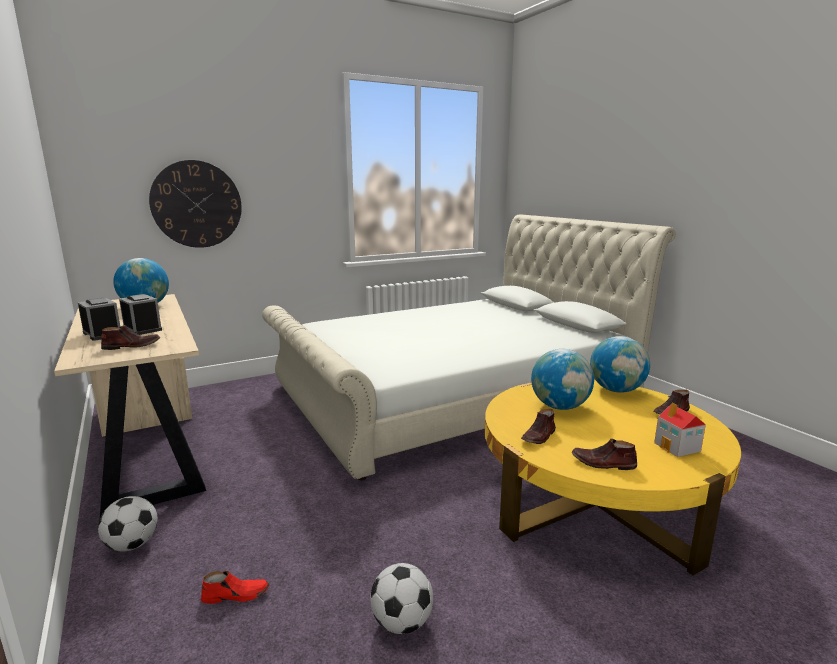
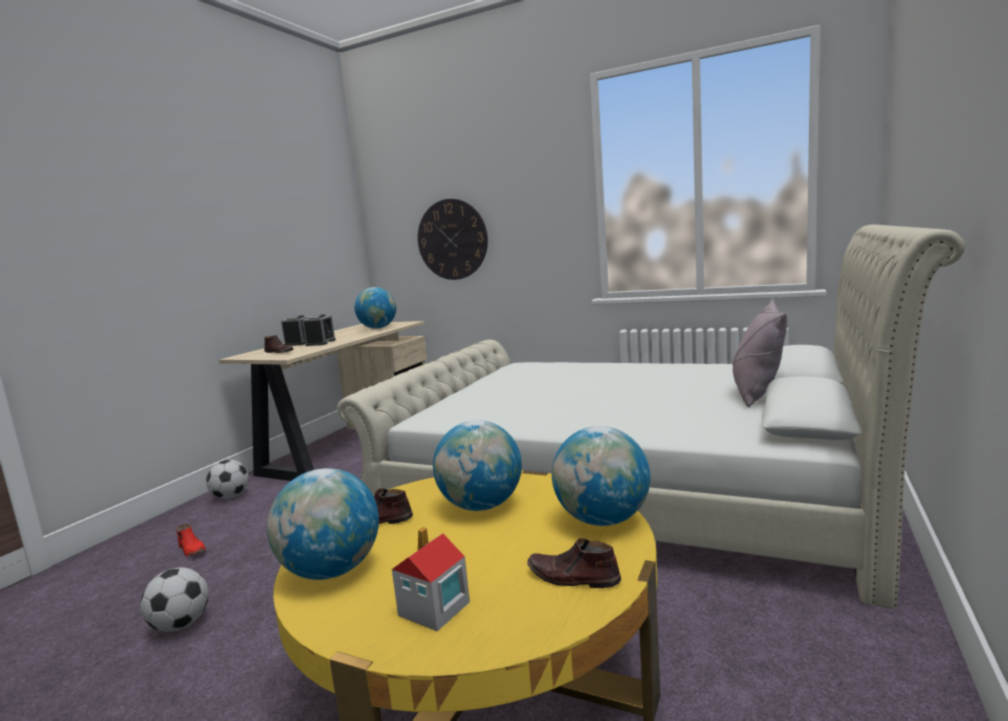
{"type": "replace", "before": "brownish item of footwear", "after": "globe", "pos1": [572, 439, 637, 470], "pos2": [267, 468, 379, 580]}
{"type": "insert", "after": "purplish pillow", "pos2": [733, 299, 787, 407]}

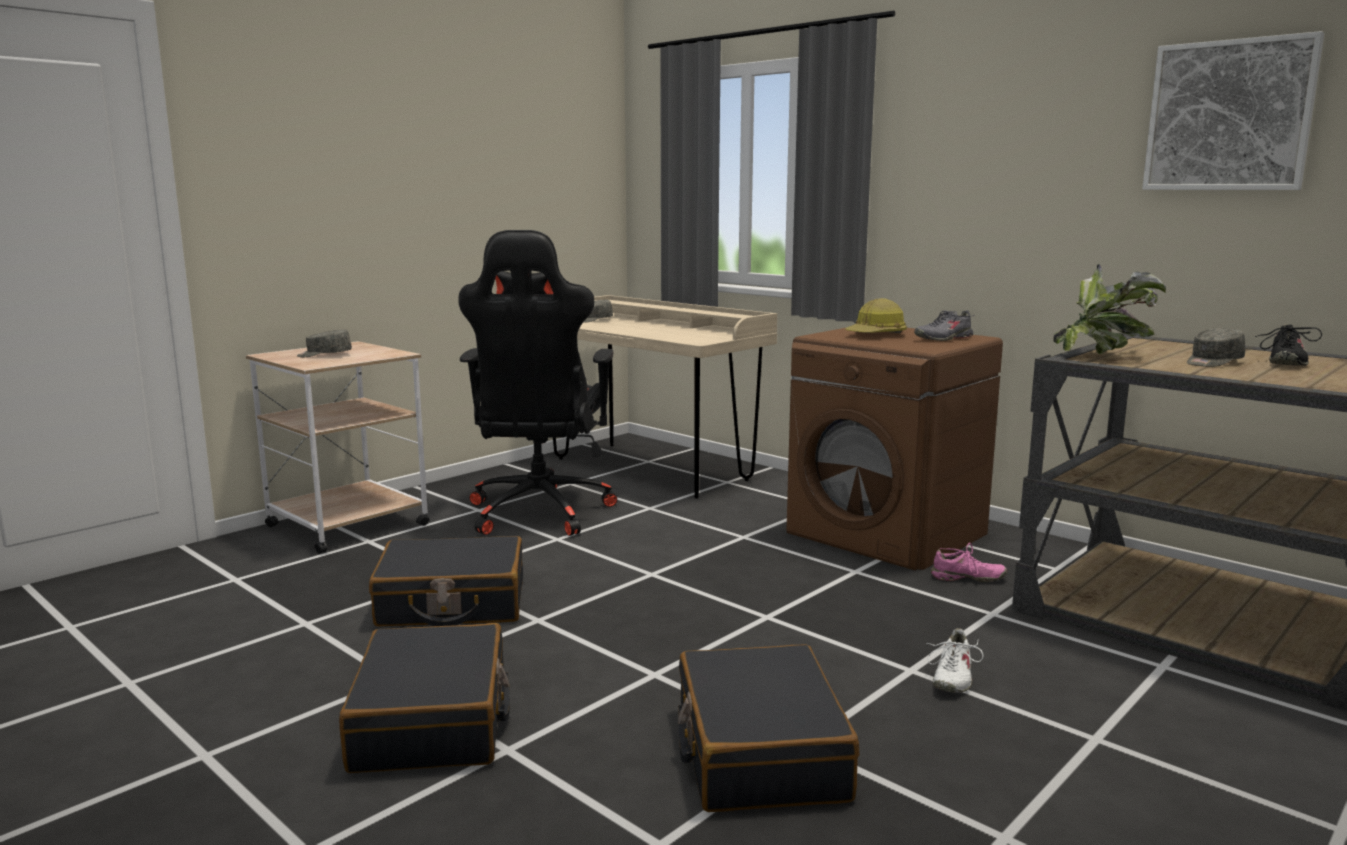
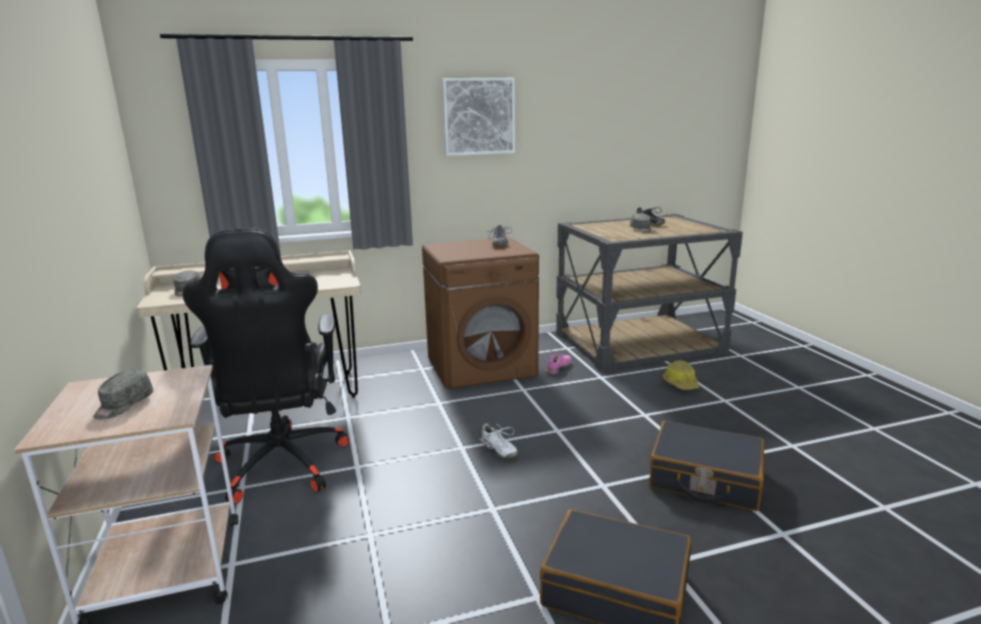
{"type": "move", "before": "wall picture", "pos1": [1142, 31, 1324, 190], "pos2": [442, 78, 515, 156]}
{"type": "rotate", "before": "black computer chair", "pos1": [458, 230, 617, 536], "pos2": [182, 229, 350, 504], "turn": 45}
{"type": "delete", "before": "houseplant", "pos1": [1053, 264, 1166, 354]}
{"type": "move", "before": "safety helmet", "pos1": [845, 298, 907, 333], "pos2": [663, 360, 700, 390]}
{"type": "delete", "before": "black suitcase", "pos1": [369, 536, 523, 626]}
{"type": "move", "before": "whitish item of footwear", "pos1": [926, 628, 984, 693], "pos2": [479, 423, 518, 458]}

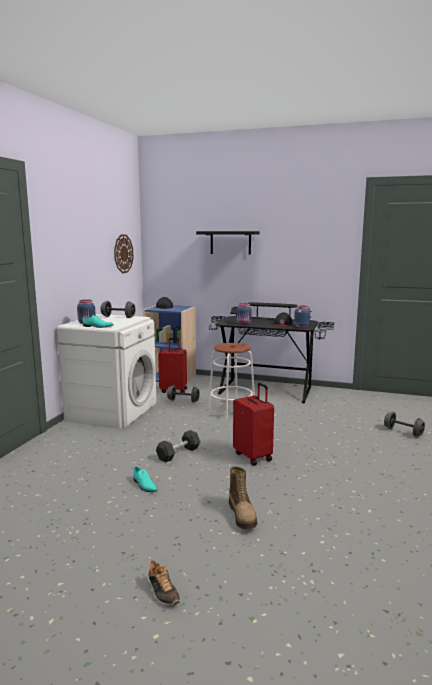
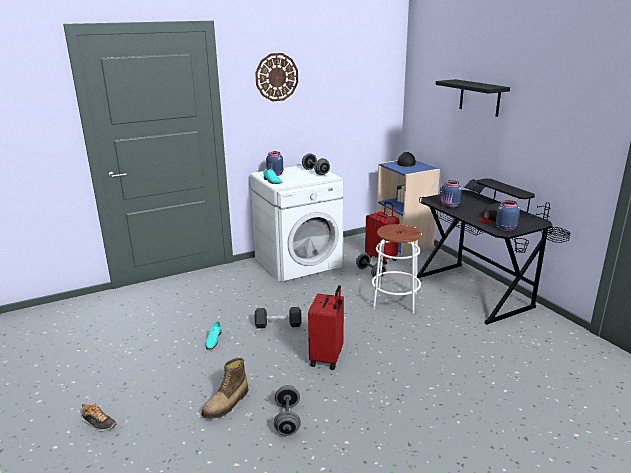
{"type": "move", "before": "wall clock", "pos1": [114, 234, 133, 273], "pos2": [255, 53, 298, 101]}
{"type": "move", "before": "grey dumbbell", "pos1": [384, 411, 425, 436], "pos2": [274, 385, 301, 436]}
{"type": "rotate", "before": "item of footwear", "pos1": [147, 560, 181, 606], "pos2": [81, 404, 117, 431], "turn": -75}

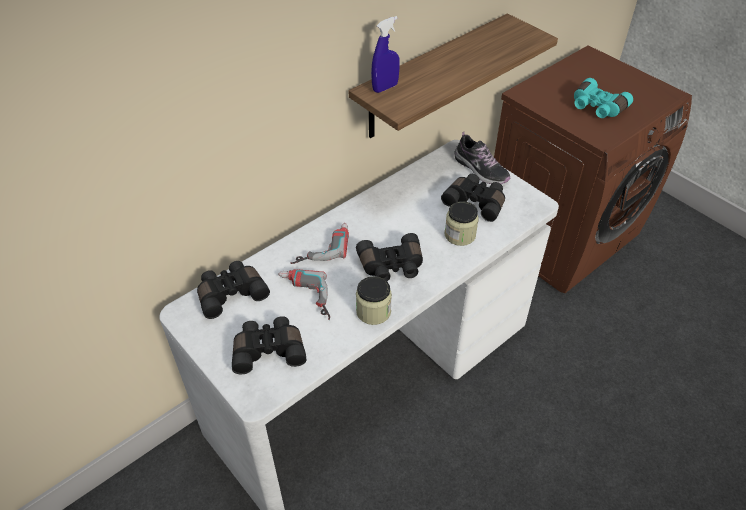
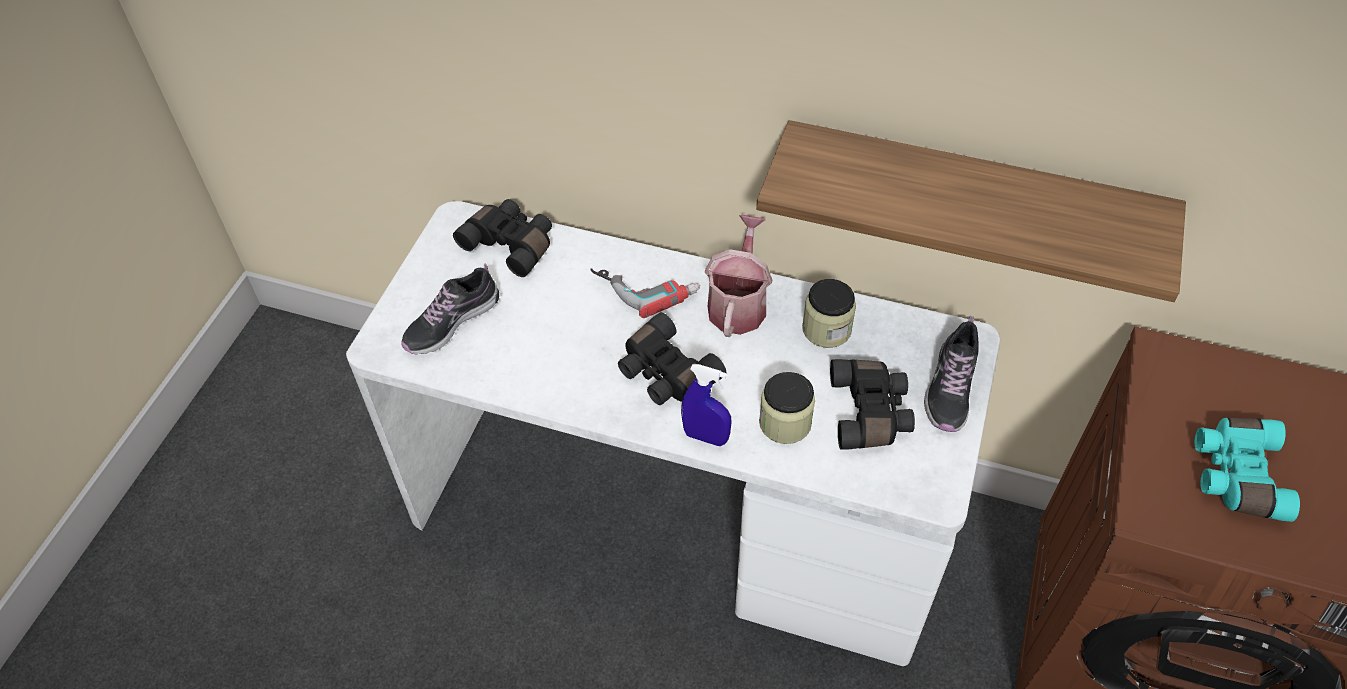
{"type": "move", "before": "blue spray bottle", "pos1": [371, 16, 400, 93], "pos2": [681, 364, 732, 446]}
{"type": "delete", "before": "drill", "pos1": [278, 269, 330, 320]}
{"type": "move", "before": "preserve jar", "pos1": [356, 276, 392, 325], "pos2": [802, 279, 856, 348]}
{"type": "replace", "before": "black pair of binoculars", "after": "item of footwear", "pos1": [232, 316, 306, 374], "pos2": [402, 264, 499, 354]}
{"type": "insert", "after": "watering can", "pos2": [705, 215, 772, 337]}

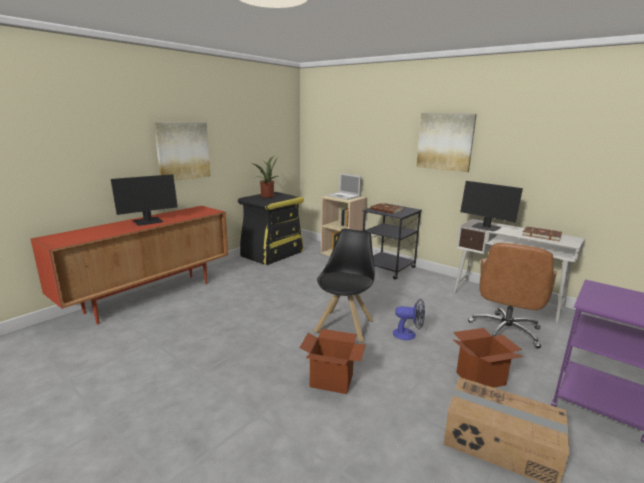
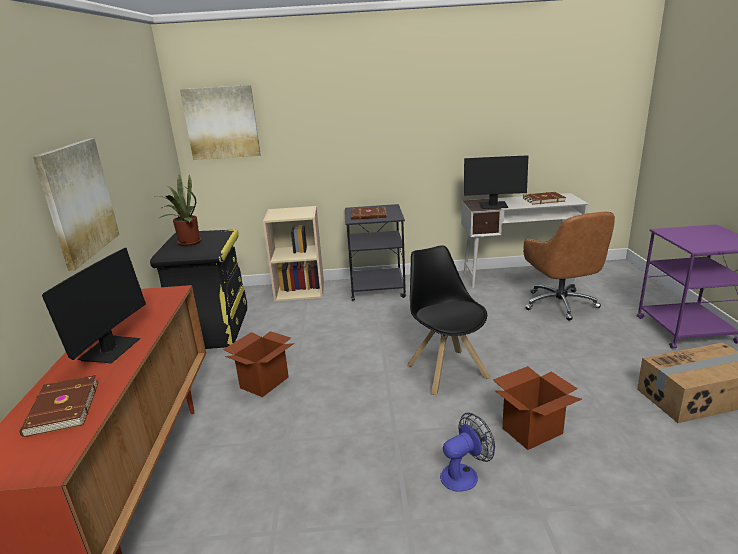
{"type": "move", "before": "wall picture", "pos1": [416, 113, 477, 172], "pos2": [180, 85, 261, 160]}
{"type": "delete", "before": "portable computer", "pos1": [327, 173, 361, 200]}
{"type": "move", "before": "electric fan", "pos1": [393, 299, 425, 340], "pos2": [440, 413, 495, 492]}
{"type": "move", "before": "cardboard box", "pos1": [453, 328, 524, 388], "pos2": [223, 331, 294, 397]}
{"type": "insert", "after": "brownish volume", "pos2": [20, 375, 99, 437]}

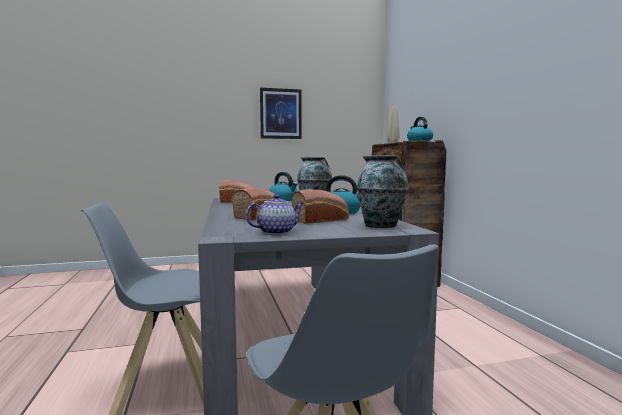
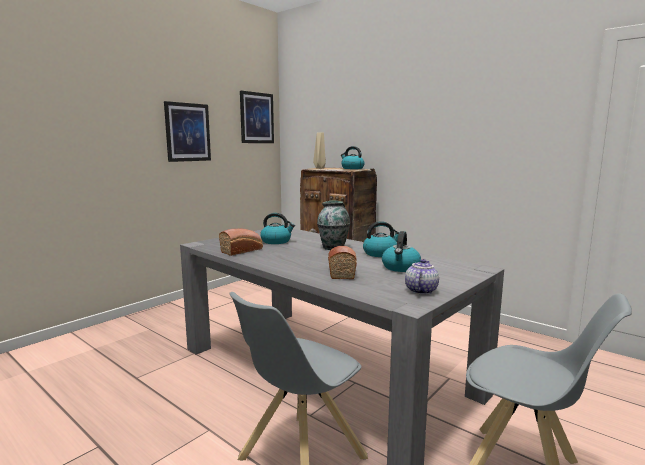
{"type": "delete", "before": "vase", "pos1": [357, 155, 408, 228]}
{"type": "replace", "before": "bakery bread", "after": "water kettle", "pos1": [292, 189, 349, 224], "pos2": [382, 231, 421, 272]}
{"type": "insert", "after": "wall picture", "pos2": [240, 91, 274, 143]}

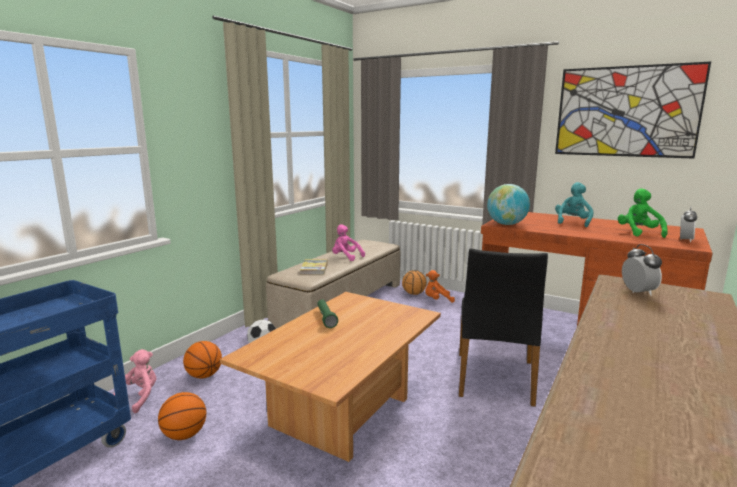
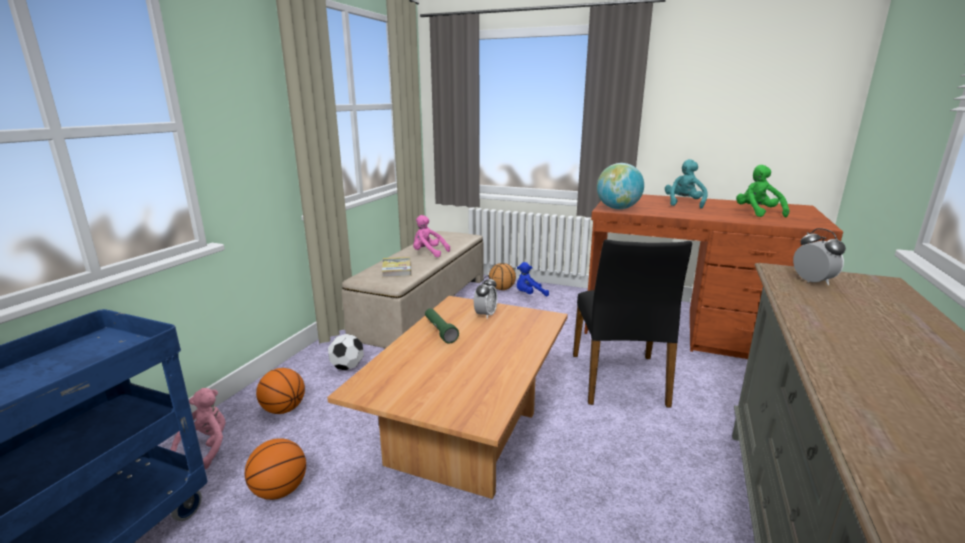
{"type": "delete", "before": "wall picture", "pos1": [555, 61, 711, 159]}
{"type": "move", "before": "table clock", "pos1": [680, 207, 697, 243], "pos2": [474, 275, 498, 319]}
{"type": "recolor", "before": "orange-coloured cuddly toy", "after": "blue cuddly toy", "pos1": [425, 270, 455, 303], "pos2": [516, 262, 549, 297]}

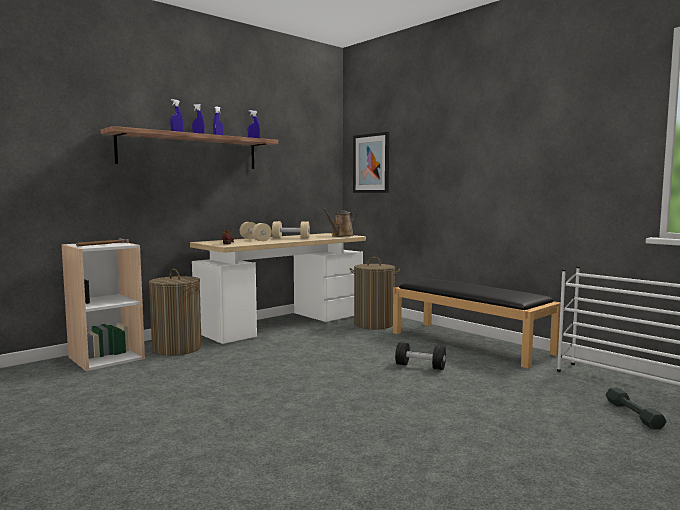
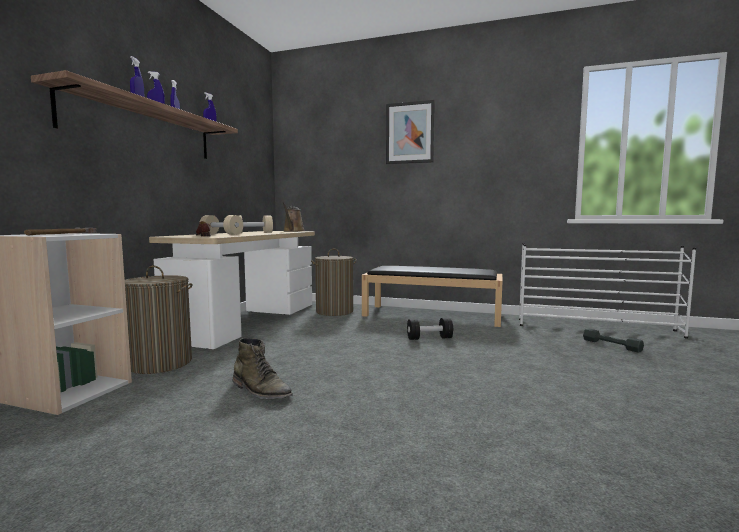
{"type": "move", "before": "wall picture", "pos1": [353, 132, 389, 193], "pos2": [386, 100, 435, 164]}
{"type": "insert", "after": "green-coloured tall boot", "pos2": [233, 338, 293, 399]}

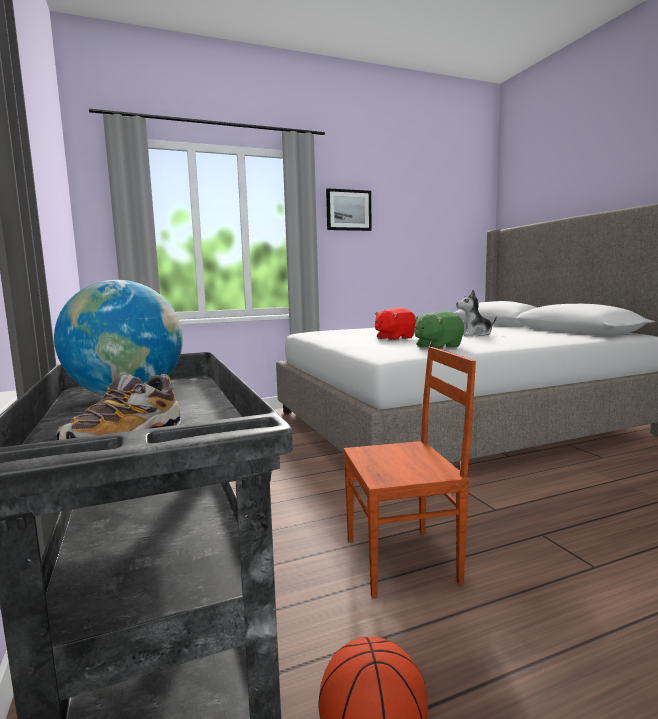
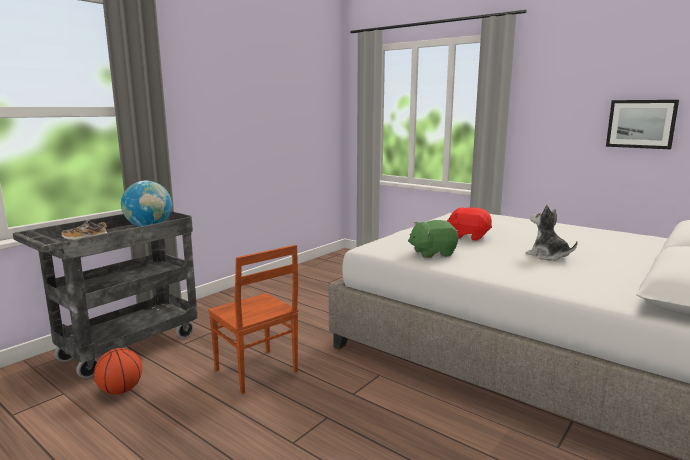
{"type": "move", "before": "wall picture", "pos1": [326, 188, 372, 231], "pos2": [606, 100, 679, 149]}
{"type": "rotate", "before": "green-coloured cuddly toy", "pos1": [414, 311, 464, 349], "pos2": [408, 220, 458, 258], "turn": -45}

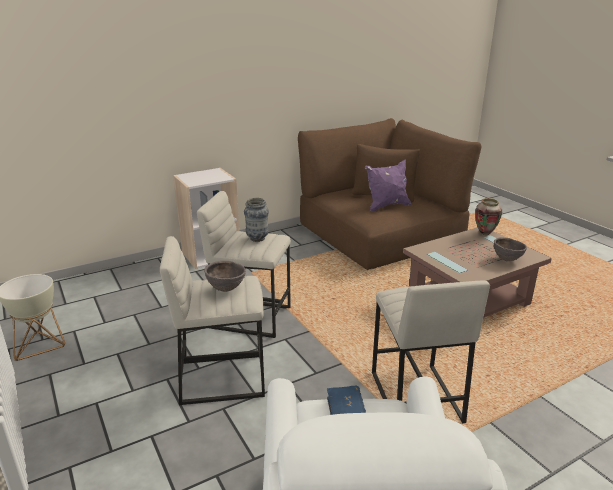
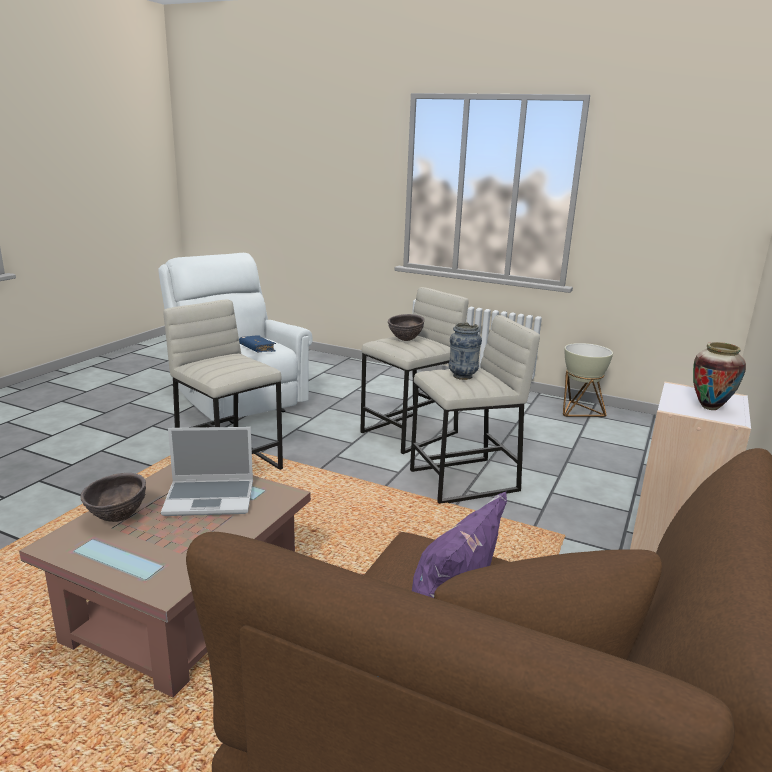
{"type": "move", "before": "vase", "pos1": [475, 198, 502, 235], "pos2": [693, 342, 746, 410]}
{"type": "insert", "after": "portable computer", "pos2": [161, 427, 253, 516]}

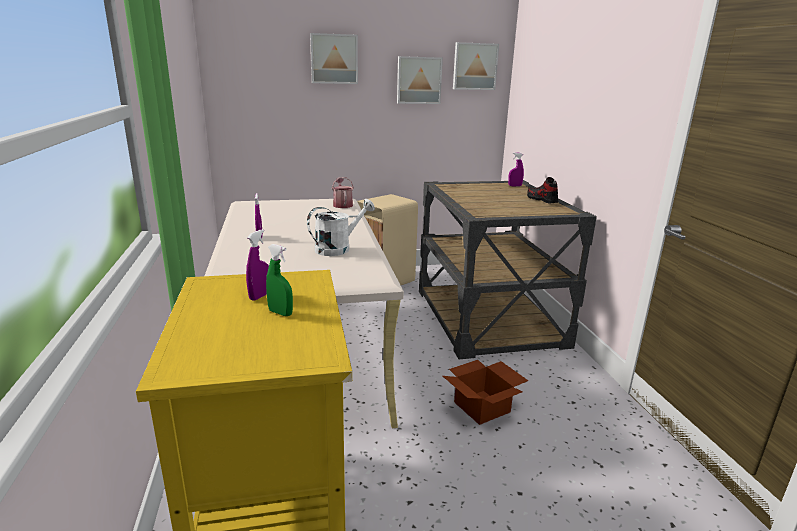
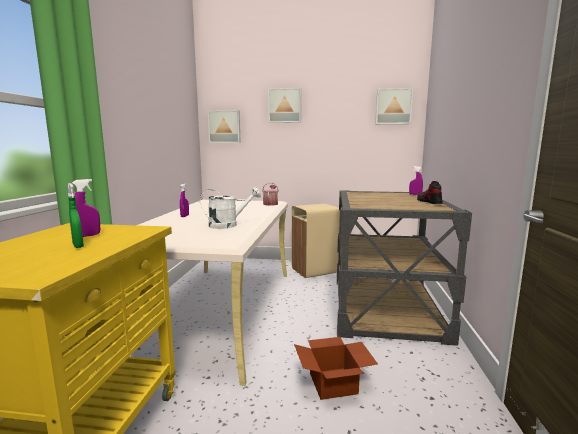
{"type": "move", "before": "wall picture", "pos1": [397, 56, 443, 104], "pos2": [208, 110, 240, 143]}

